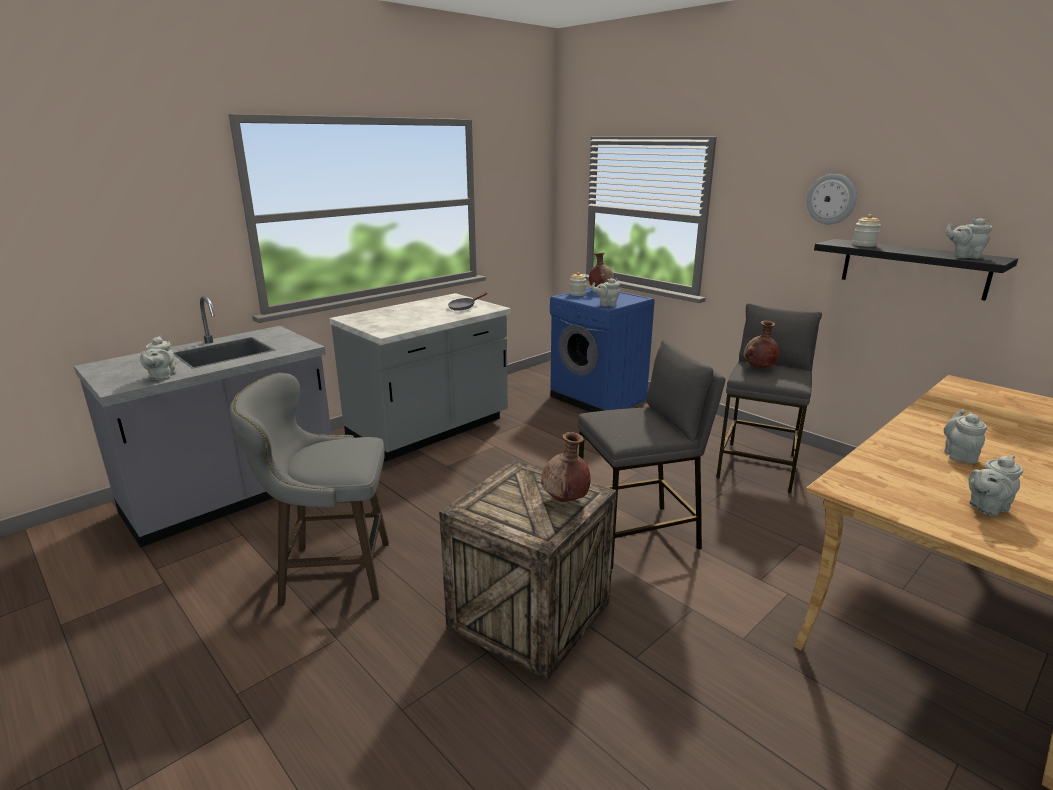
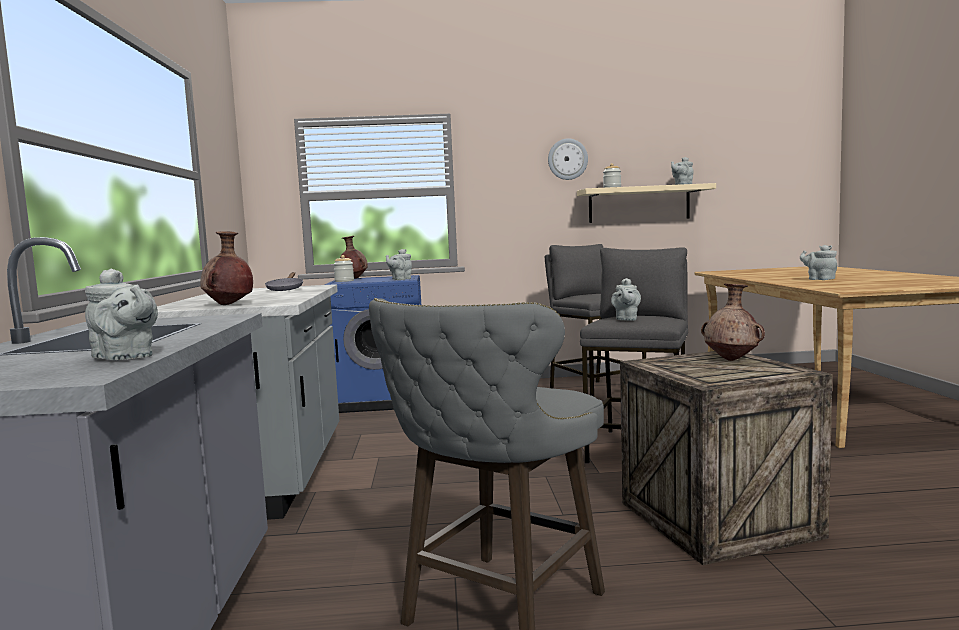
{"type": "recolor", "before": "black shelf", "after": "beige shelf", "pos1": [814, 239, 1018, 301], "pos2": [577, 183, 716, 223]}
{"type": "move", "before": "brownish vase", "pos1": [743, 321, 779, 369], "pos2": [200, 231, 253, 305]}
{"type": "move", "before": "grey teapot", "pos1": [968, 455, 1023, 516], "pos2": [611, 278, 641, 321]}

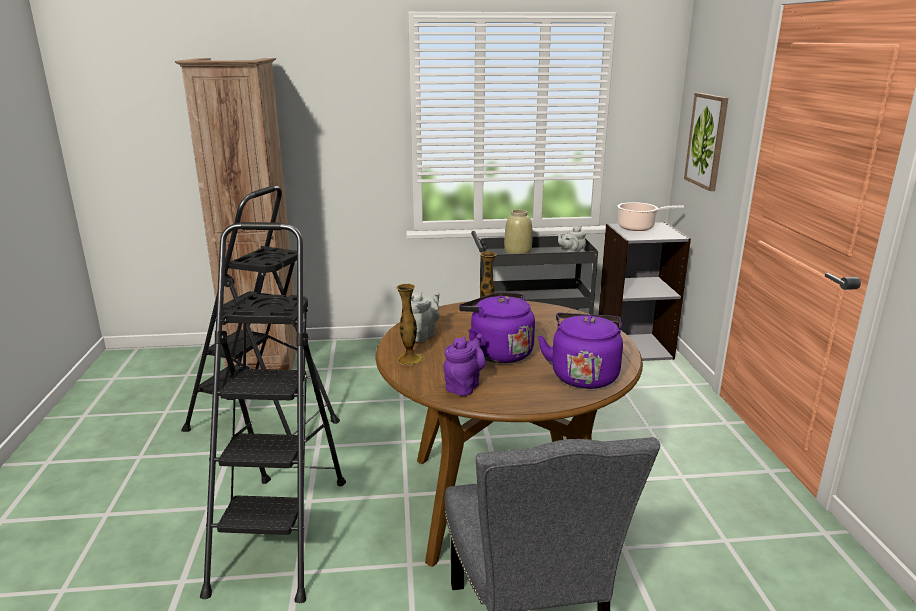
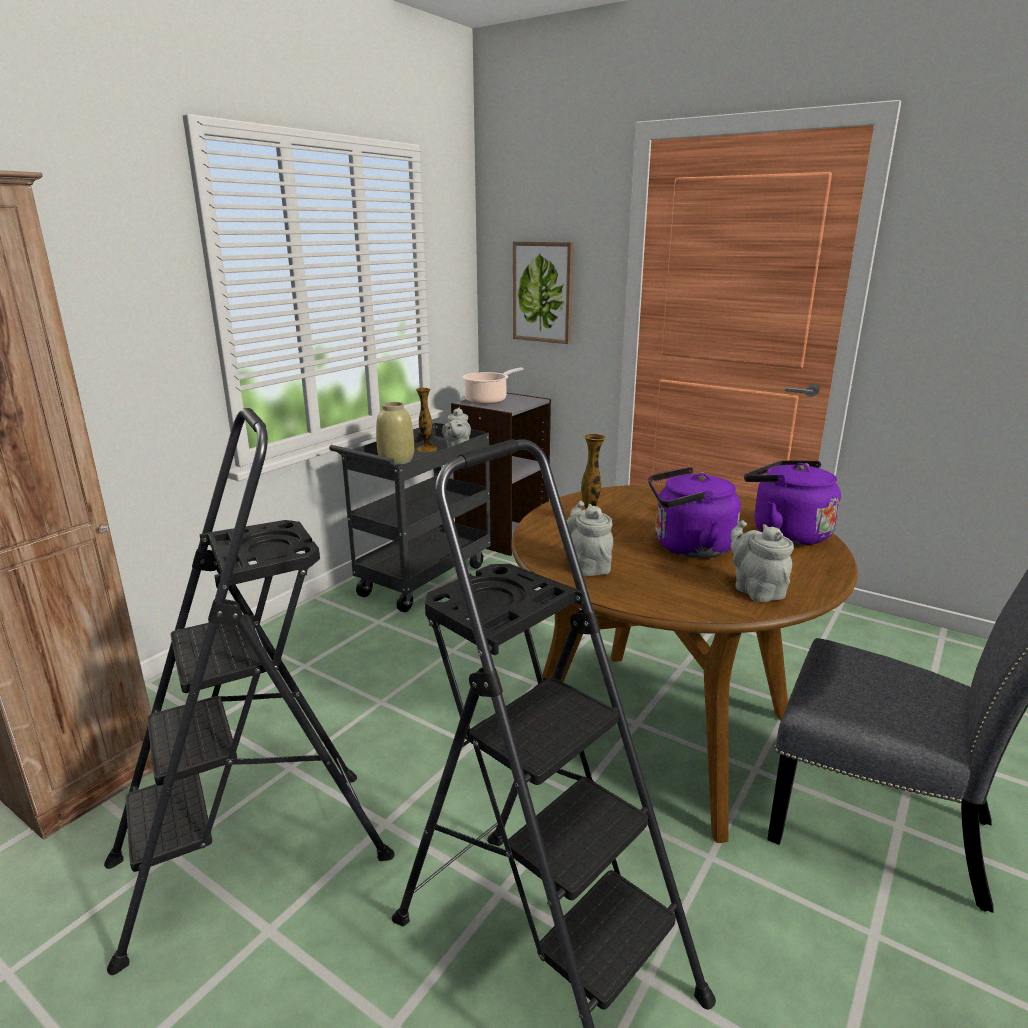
{"type": "move", "before": "vase", "pos1": [396, 283, 424, 366], "pos2": [416, 388, 438, 452]}
{"type": "recolor", "before": "purplish teapot", "after": "grey teapot", "pos1": [443, 334, 486, 396], "pos2": [731, 520, 794, 602]}

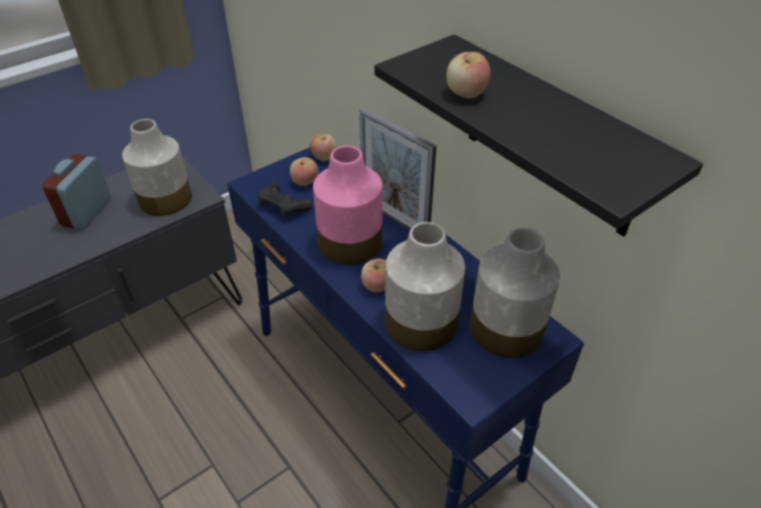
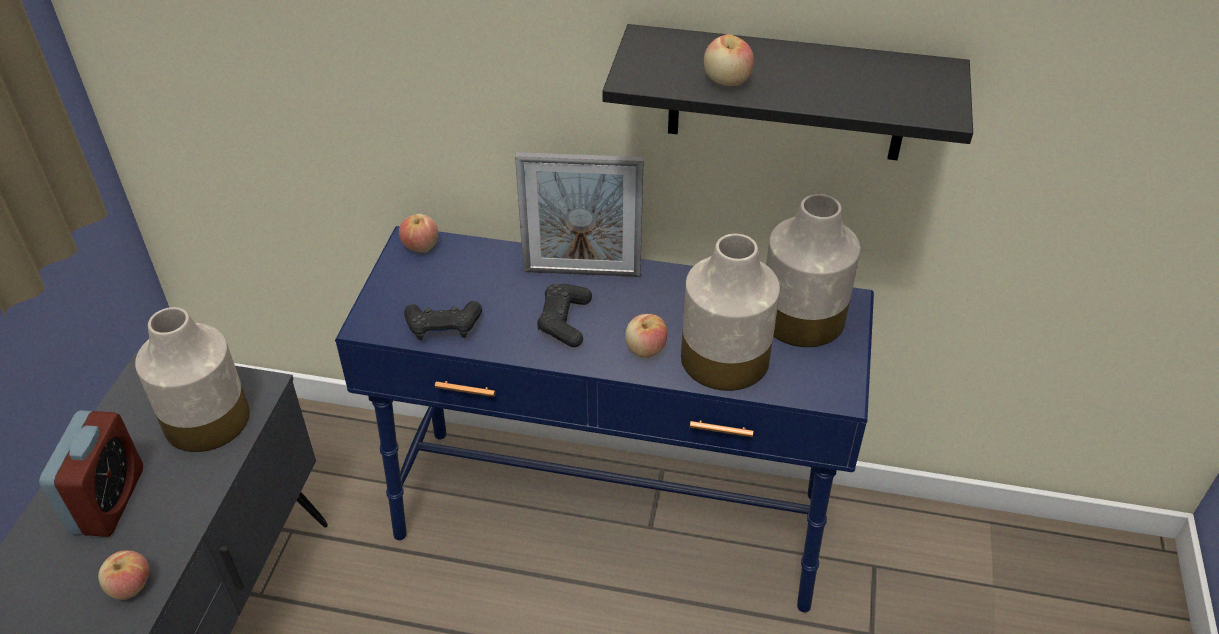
{"type": "replace", "before": "pinkish vase", "after": "black gamepad", "pos1": [313, 146, 383, 265], "pos2": [537, 284, 592, 347]}
{"type": "rotate", "before": "table clock", "pos1": [42, 154, 111, 230], "pos2": [39, 410, 143, 537], "turn": -150}
{"type": "move", "before": "apple", "pos1": [290, 157, 319, 186], "pos2": [98, 550, 149, 600]}

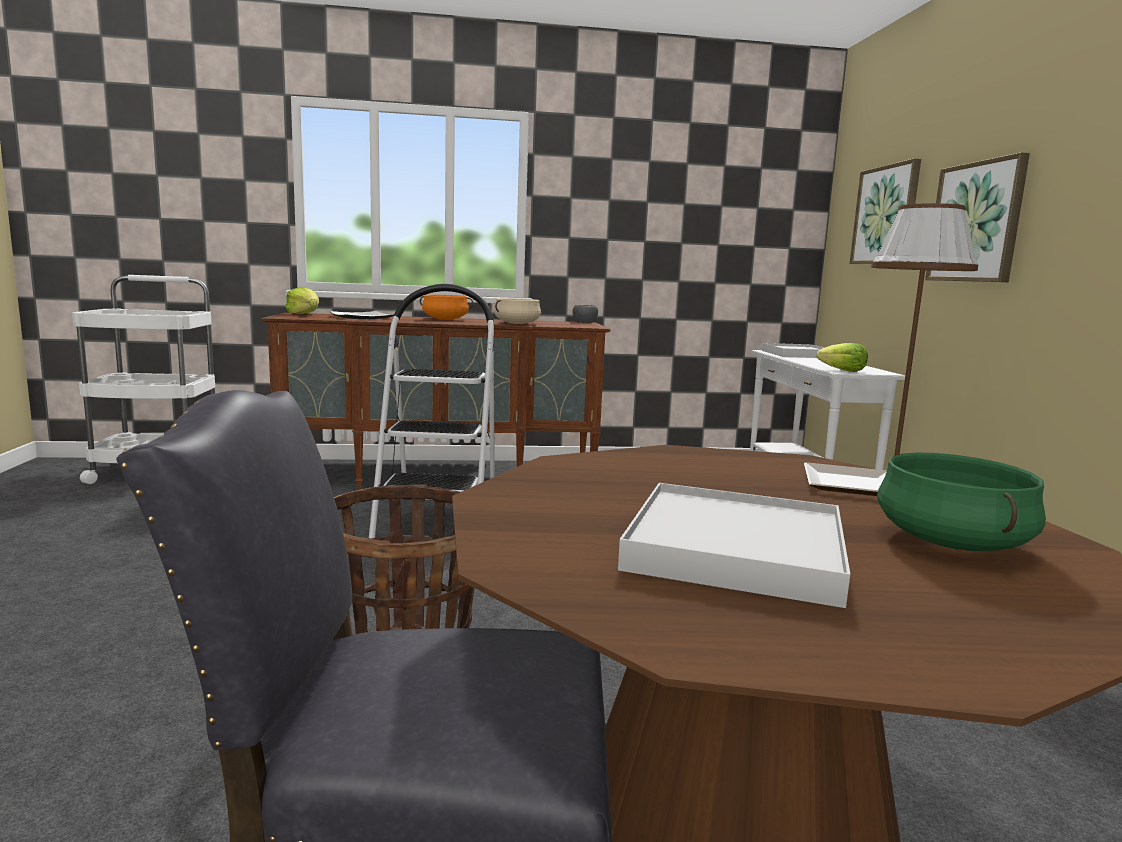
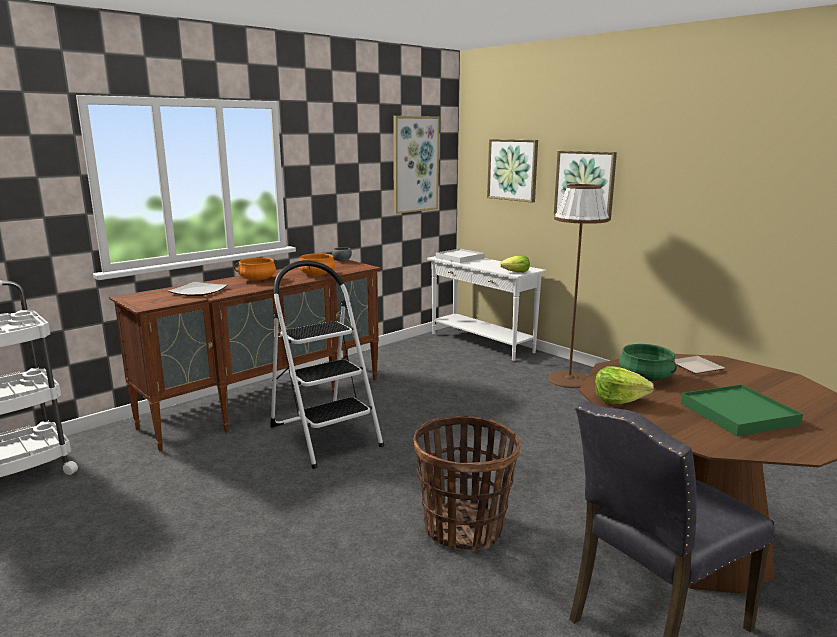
{"type": "move", "before": "lettuce", "pos1": [286, 287, 319, 314], "pos2": [595, 366, 654, 404]}
{"type": "recolor", "before": "beige saucepot", "after": "orange-coloured saucepot", "pos1": [494, 298, 541, 324], "pos2": [299, 253, 335, 275]}
{"type": "move", "before": "green-coloured saucepot", "pos1": [877, 453, 1046, 551], "pos2": [619, 344, 677, 381]}
{"type": "recolor", "before": "whitish tray", "after": "green-coloured tray", "pos1": [618, 483, 850, 608], "pos2": [681, 384, 803, 436]}
{"type": "insert", "after": "wall picture", "pos2": [393, 116, 440, 214]}

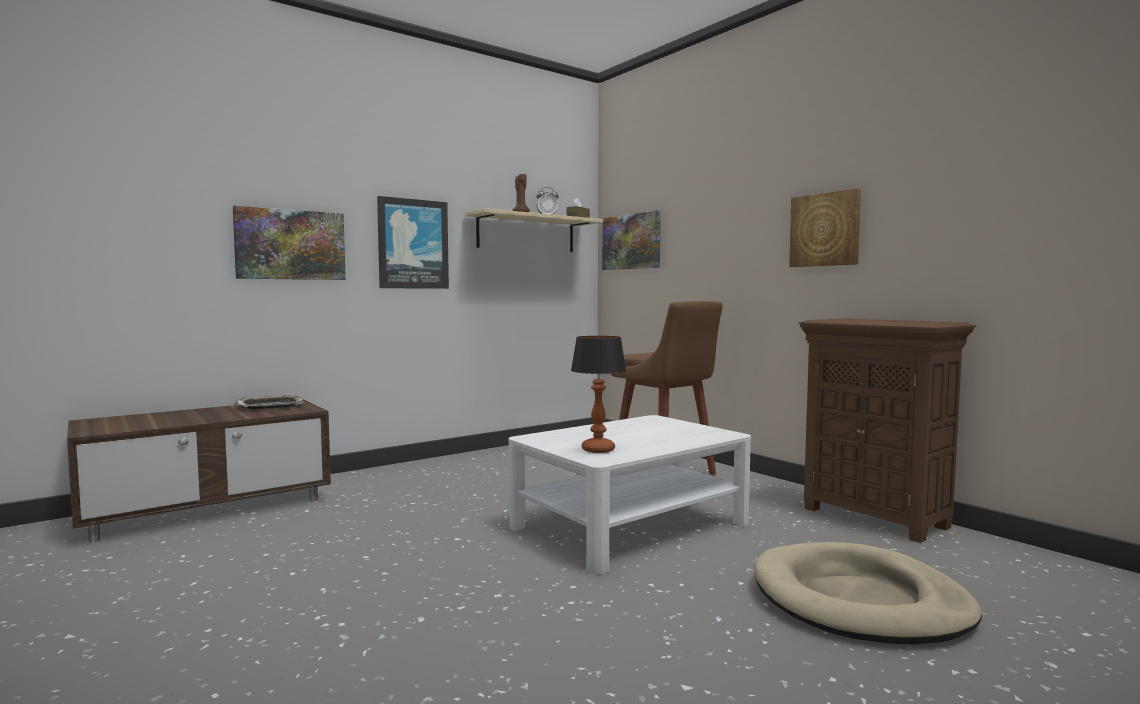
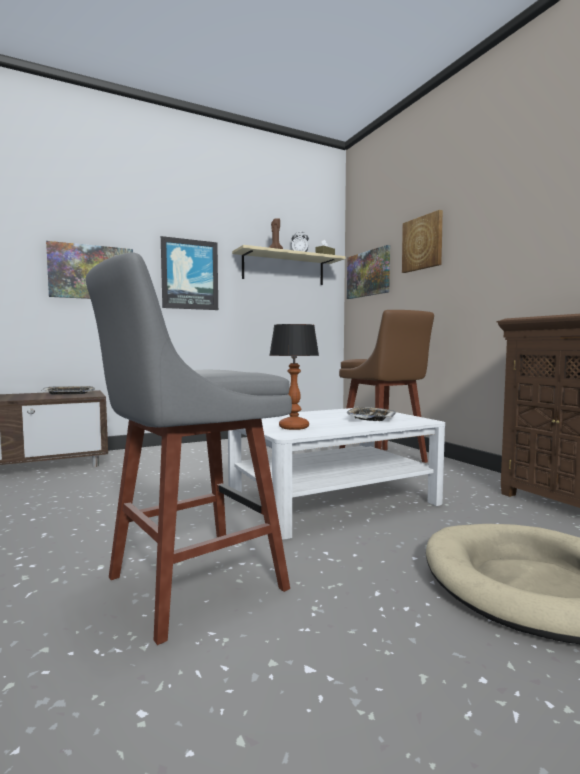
{"type": "move", "before": "wall picture", "pos1": [789, 188, 861, 267], "pos2": [402, 210, 443, 273]}
{"type": "insert", "after": "grey stool seat", "pos2": [86, 252, 292, 645]}
{"type": "insert", "after": "tray", "pos2": [346, 407, 396, 421]}

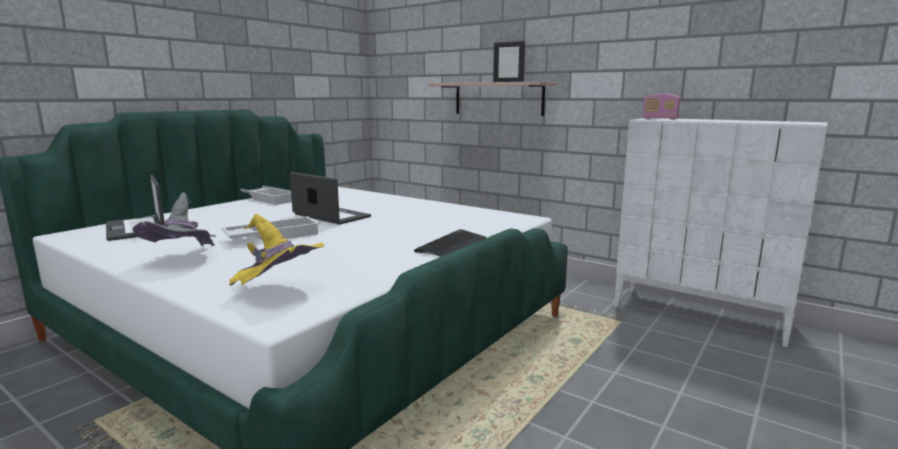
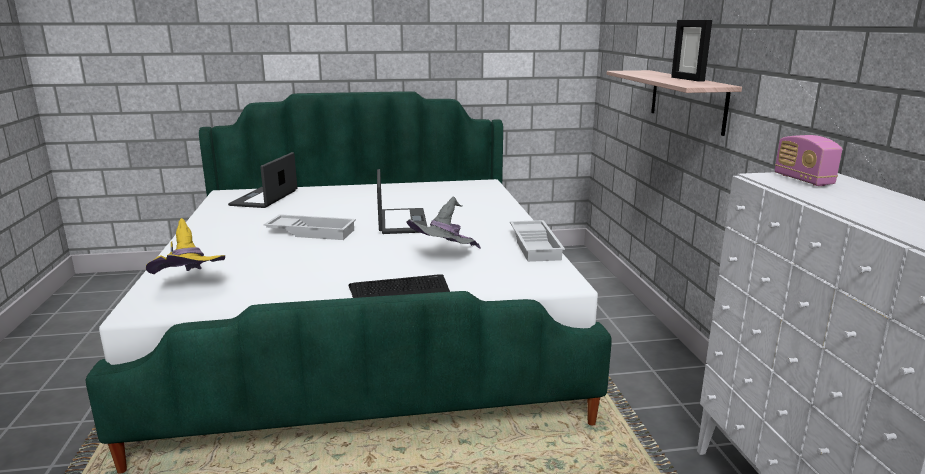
{"type": "move", "before": "whitish tray", "pos1": [239, 186, 292, 205], "pos2": [510, 220, 565, 262]}
{"type": "move", "before": "grey wearable hat", "pos1": [133, 192, 216, 246], "pos2": [406, 196, 481, 249]}

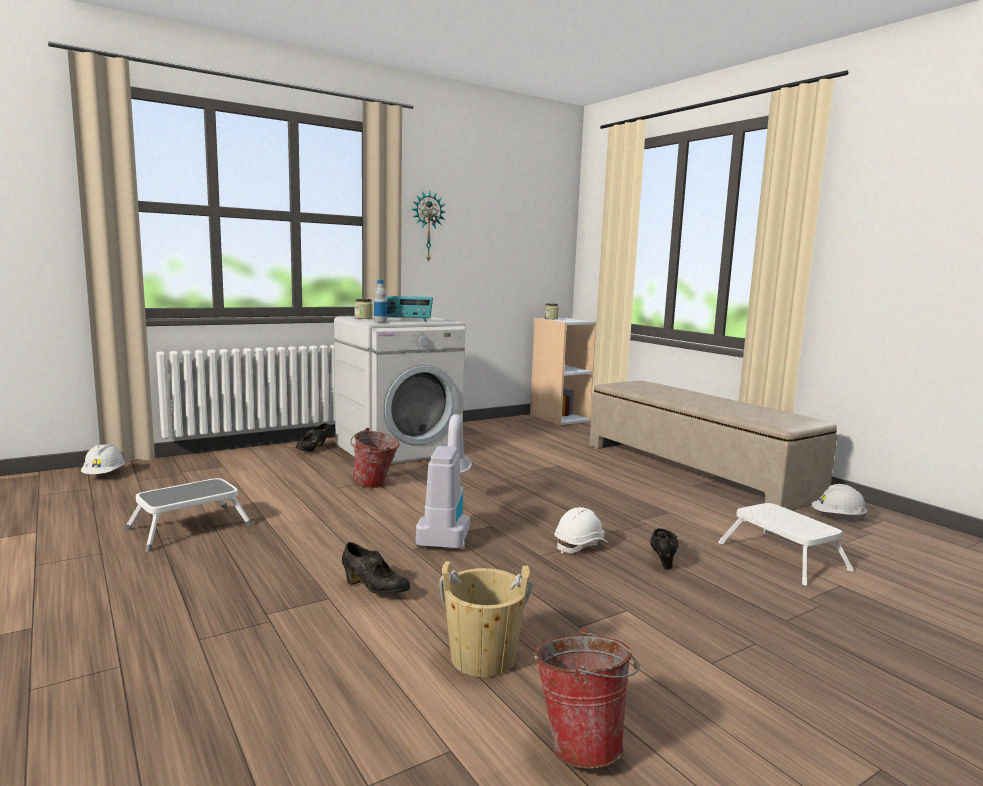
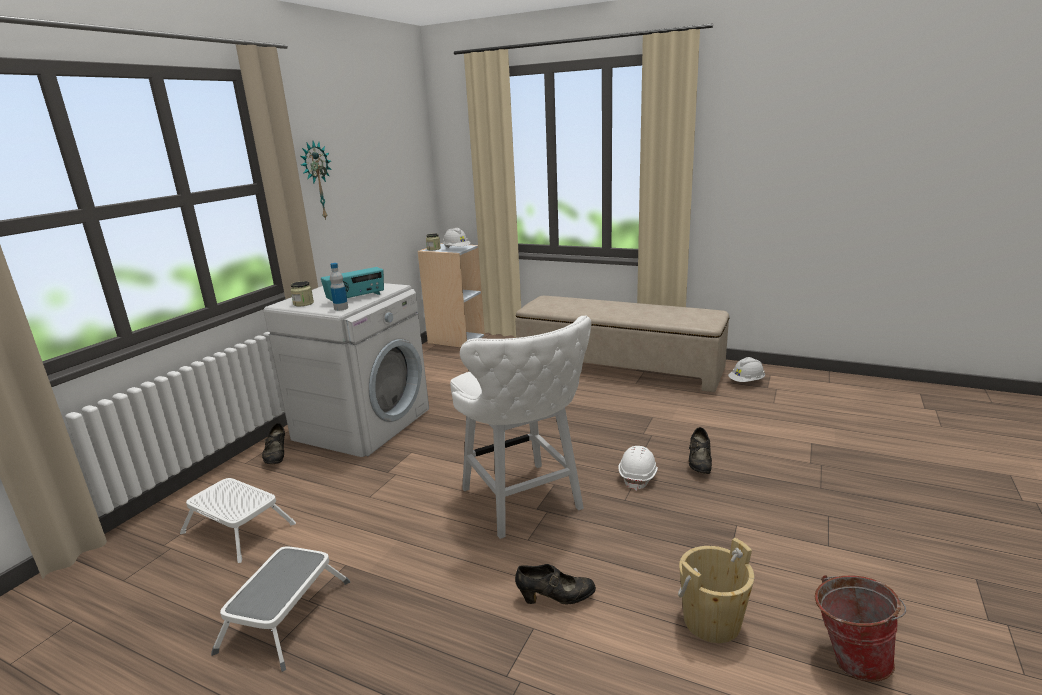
{"type": "replace", "before": "vacuum cleaner", "after": "whitish stool seat", "pos1": [416, 414, 472, 549], "pos2": [450, 315, 591, 539]}
{"type": "delete", "before": "water bucket", "pos1": [351, 428, 400, 488]}
{"type": "move", "before": "whitish safety helmet", "pos1": [81, 444, 125, 474], "pos2": [443, 228, 471, 248]}
{"type": "move", "before": "whitish step stool", "pos1": [718, 503, 854, 586], "pos2": [180, 478, 296, 563]}
{"type": "rotate", "before": "black item of footwear", "pos1": [650, 528, 678, 570], "pos2": [689, 427, 712, 474], "turn": -150}

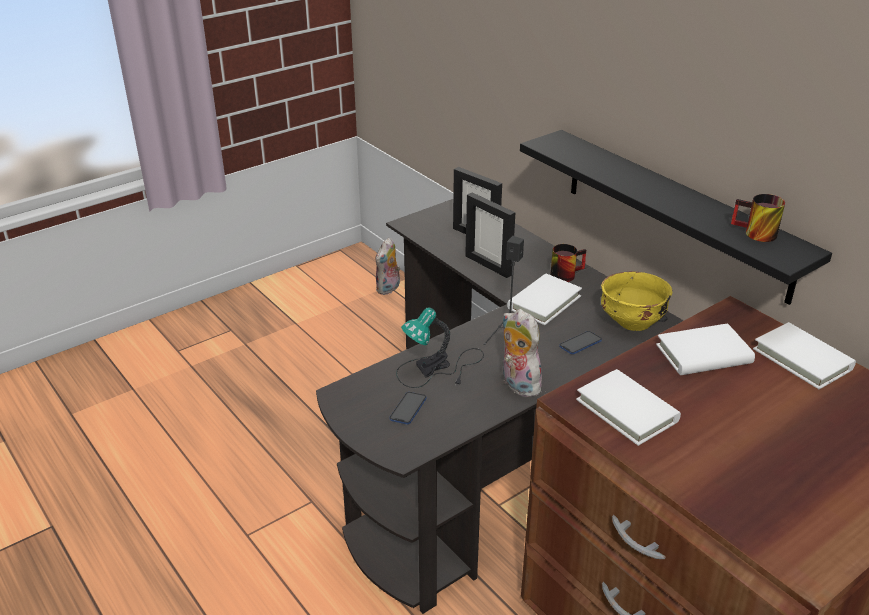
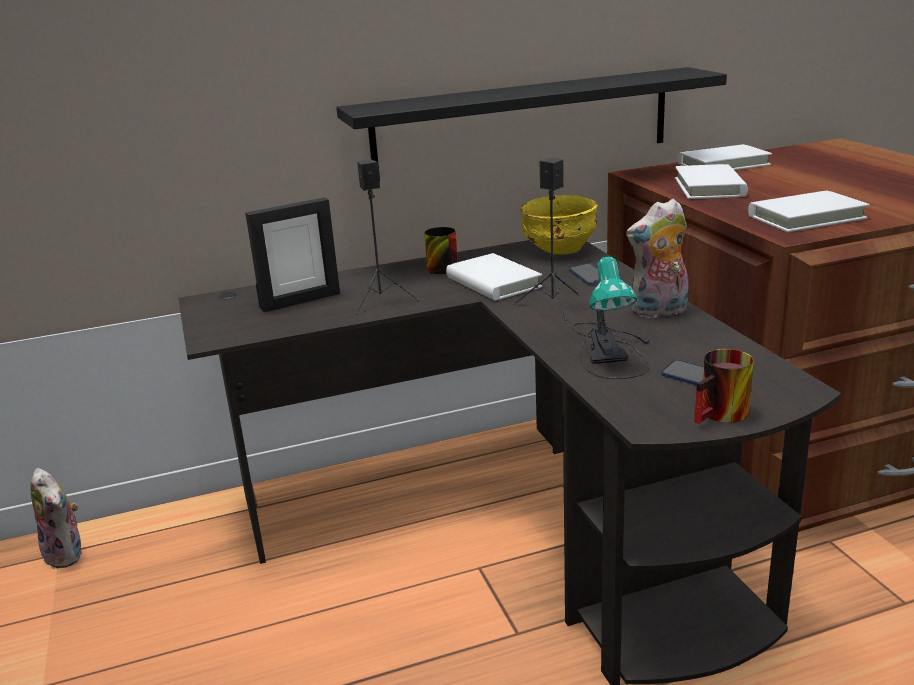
{"type": "replace", "before": "picture frame", "after": "black loudspeaker", "pos1": [465, 192, 515, 278], "pos2": [356, 159, 419, 315]}
{"type": "move", "before": "coffee mug", "pos1": [731, 194, 785, 242], "pos2": [694, 349, 754, 424]}

